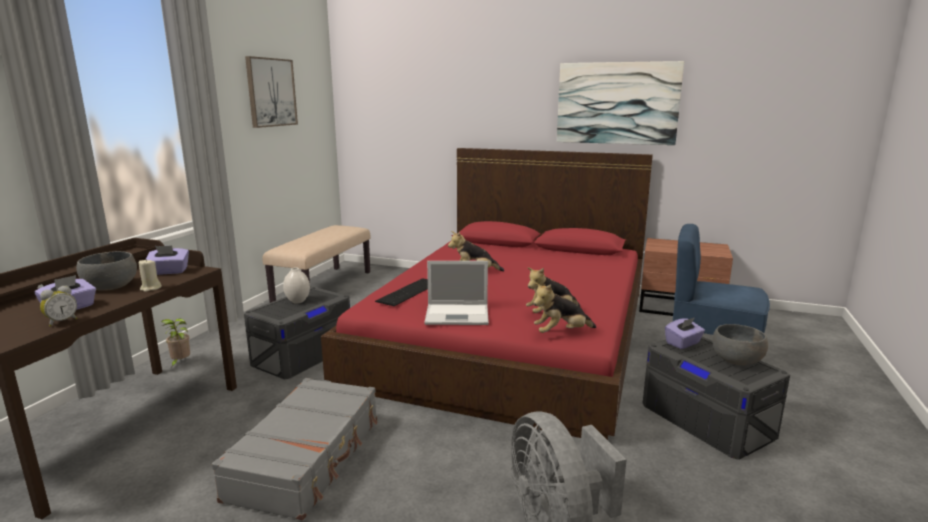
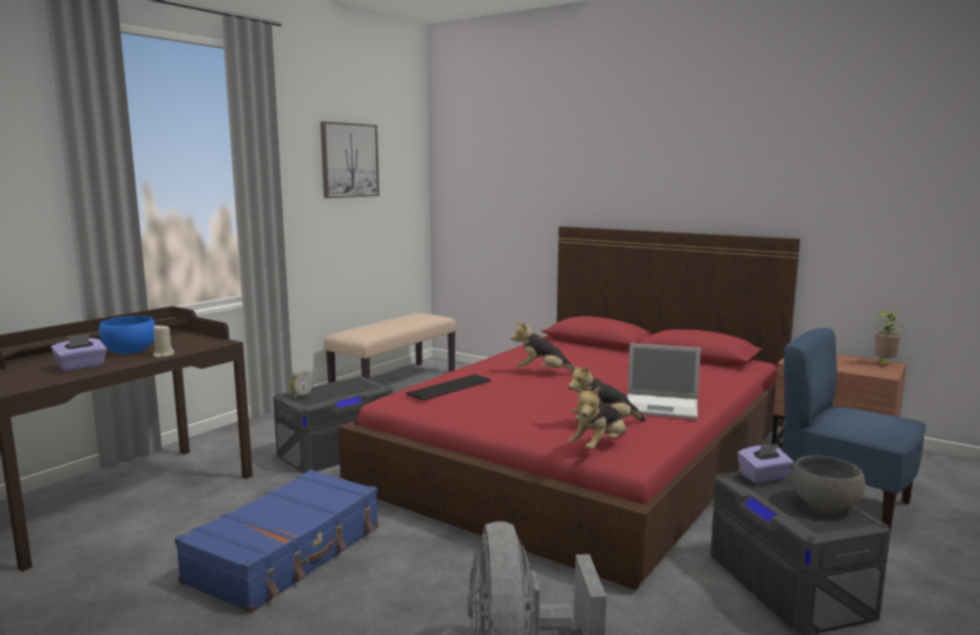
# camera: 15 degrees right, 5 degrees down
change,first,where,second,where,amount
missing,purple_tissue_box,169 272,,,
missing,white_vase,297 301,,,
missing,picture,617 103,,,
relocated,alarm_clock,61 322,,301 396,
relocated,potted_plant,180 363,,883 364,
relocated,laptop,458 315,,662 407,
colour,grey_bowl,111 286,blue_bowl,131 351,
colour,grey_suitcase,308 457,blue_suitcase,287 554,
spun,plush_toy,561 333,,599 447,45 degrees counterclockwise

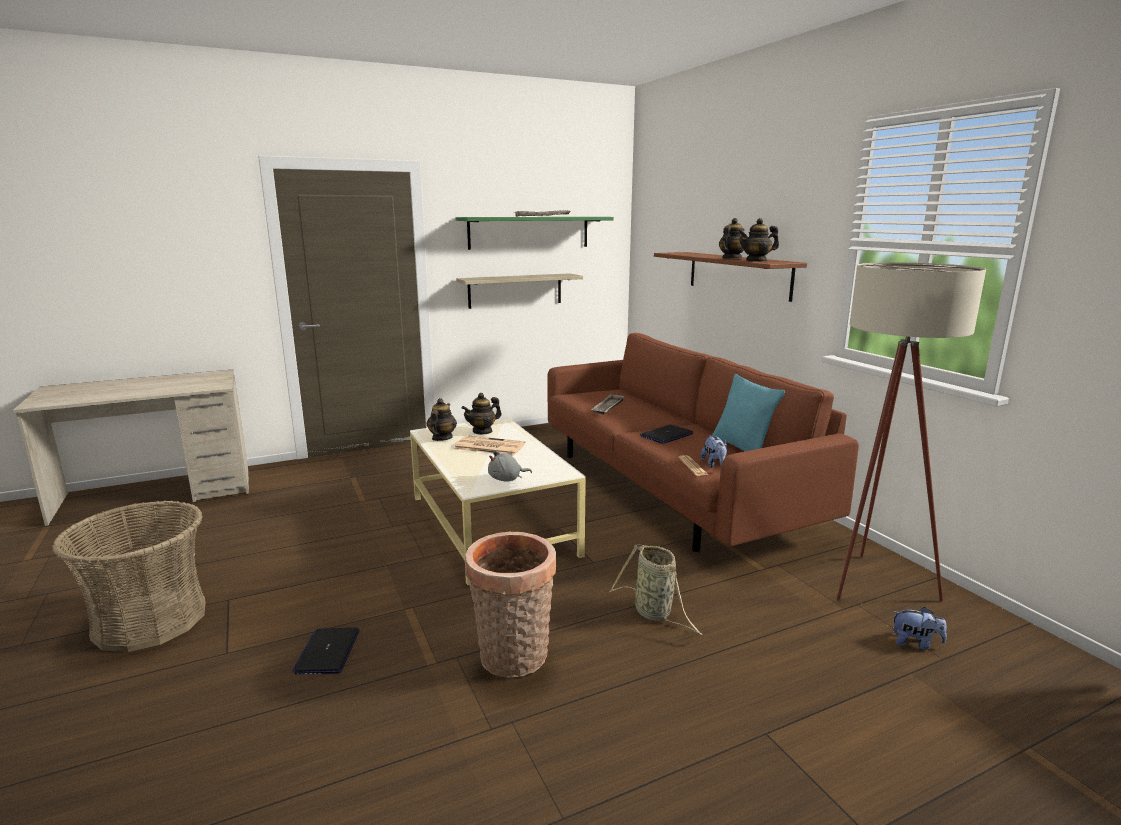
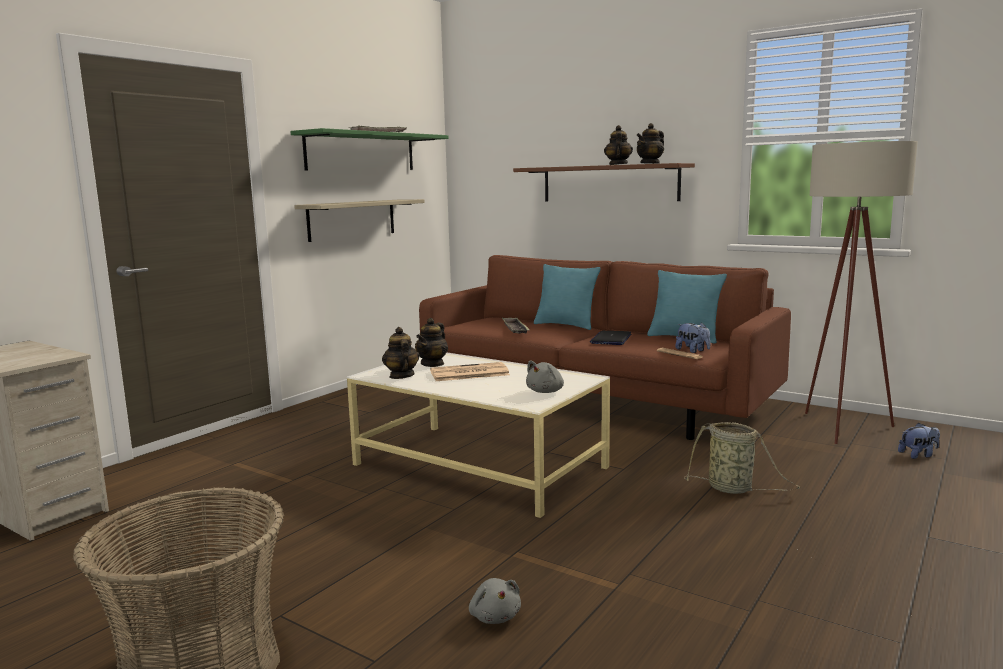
# camera: 30 degrees left, 5 degrees down
change,first,where,second,where,amount
missing,basket,513 659,,,
appeared,,,turquoise_pillow,565 325,
exchanged,laptop,327 652,grey_plush_toy,494 616,

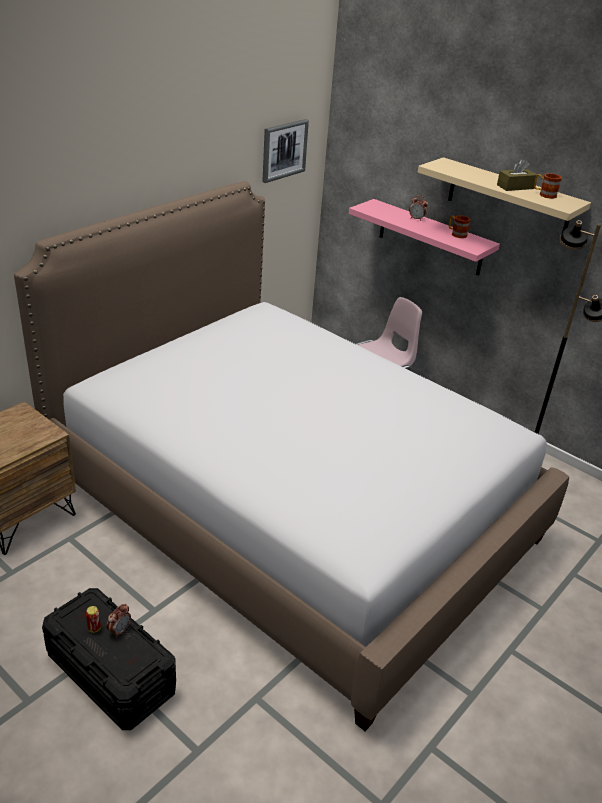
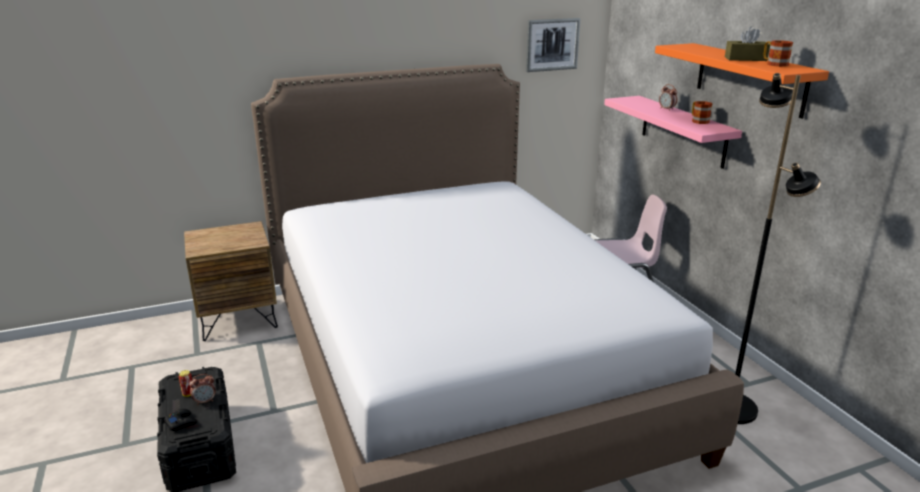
# camera: 30 degrees right, 10 degrees down
change,first,where,second,where,amount
appeared,,,black_game_controller,181 423,
colour,beige_shelf,508 198,orange_shelf,750 79,

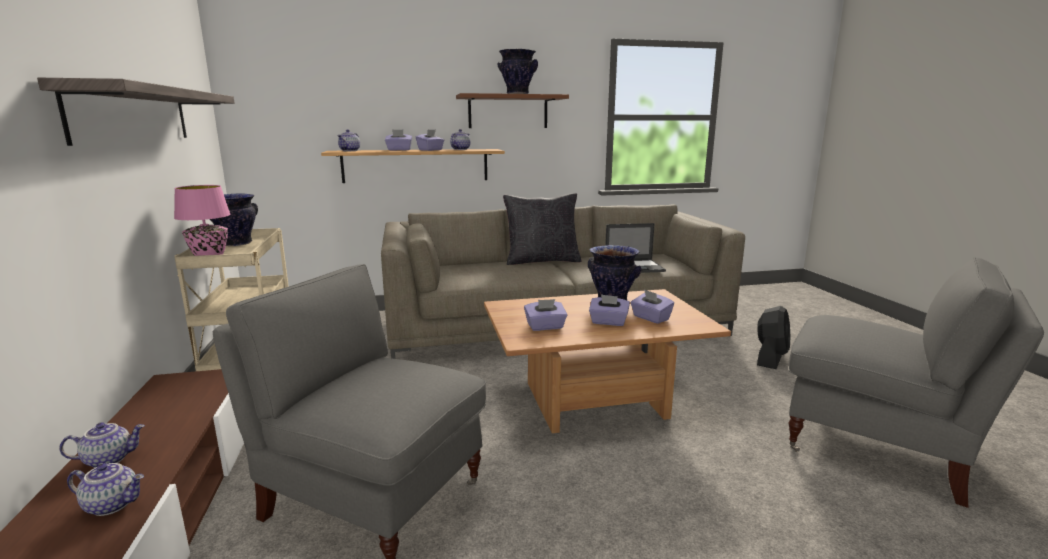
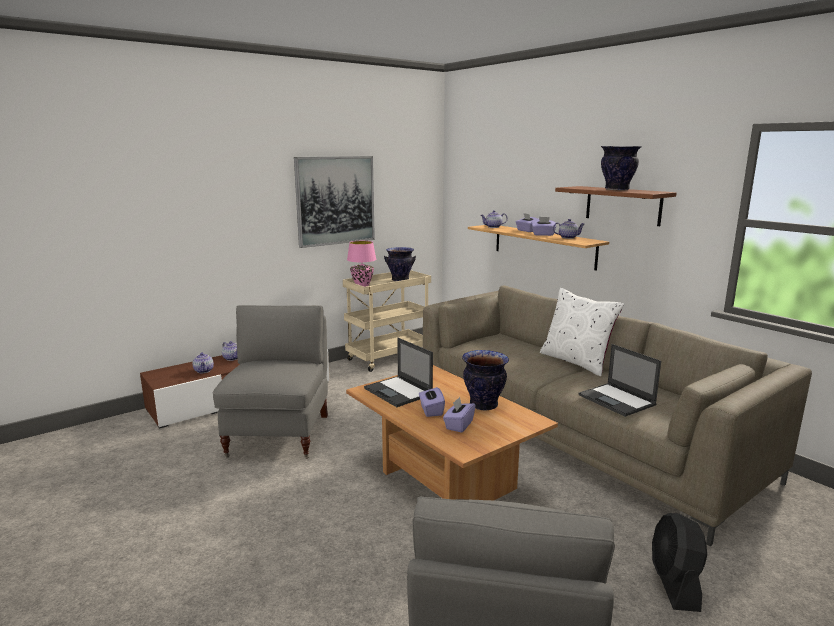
# camera: 65 degrees right, 0 degrees up
change,first,where,second,where,amount
exchanged,shelf,134 115,picture,335 200,
exchanged,purple_tissue_box,545 327,laptop,399 392,
colour,black_pillow,542 261,white_pillow,576 361,
spun,black_fan,770 358,,674 584,90 degrees clockwise

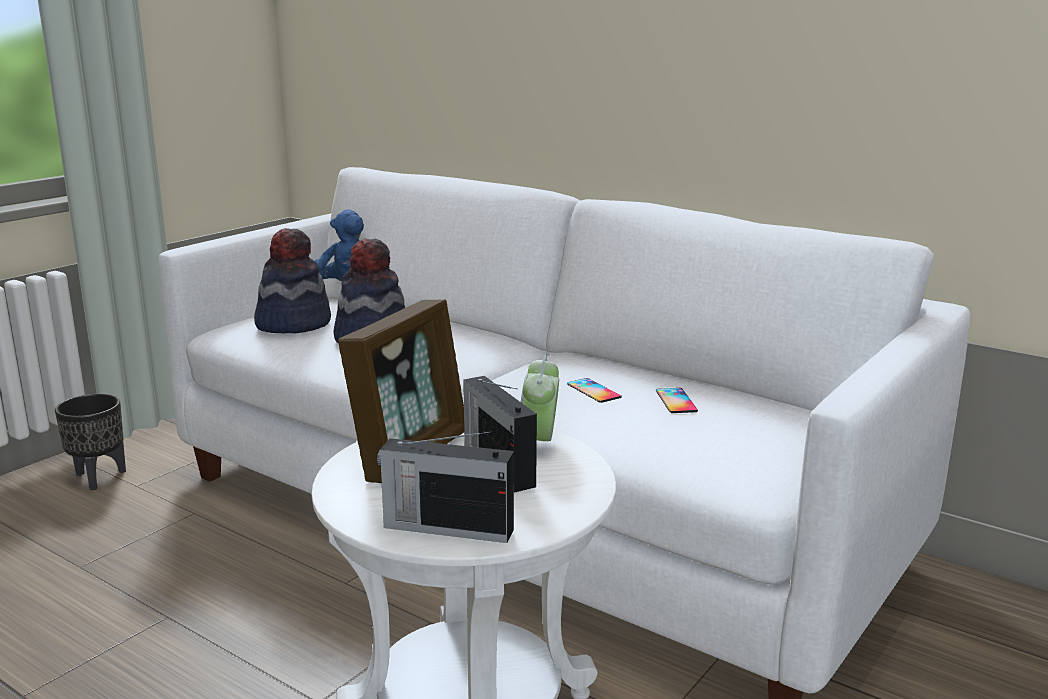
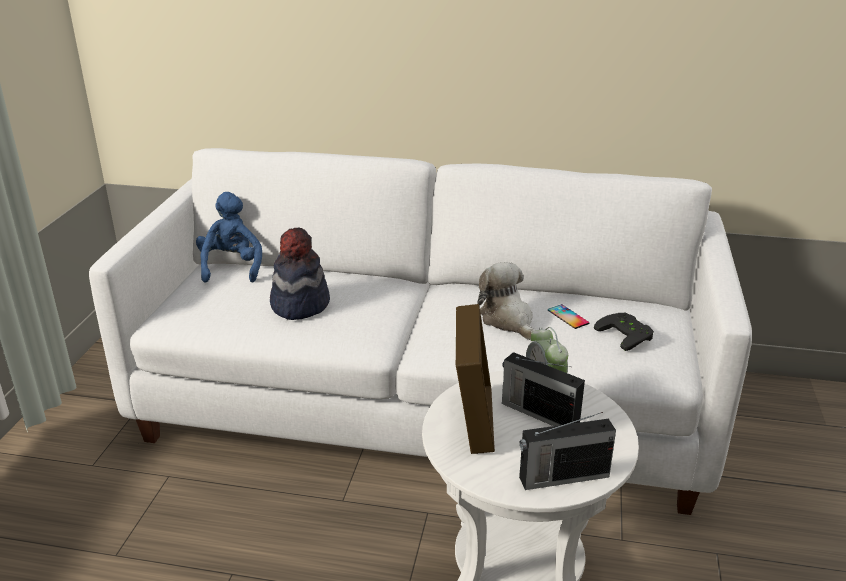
# camera: 25 degrees left, 10 degrees up
change,first,where,second,where,amount
missing,black_planter,98 478,,,
missing,hat,293 323,,,
appeared,,,black_game_controller,627 334,
exchanged,phone,593 391,plush_toy,508 320,

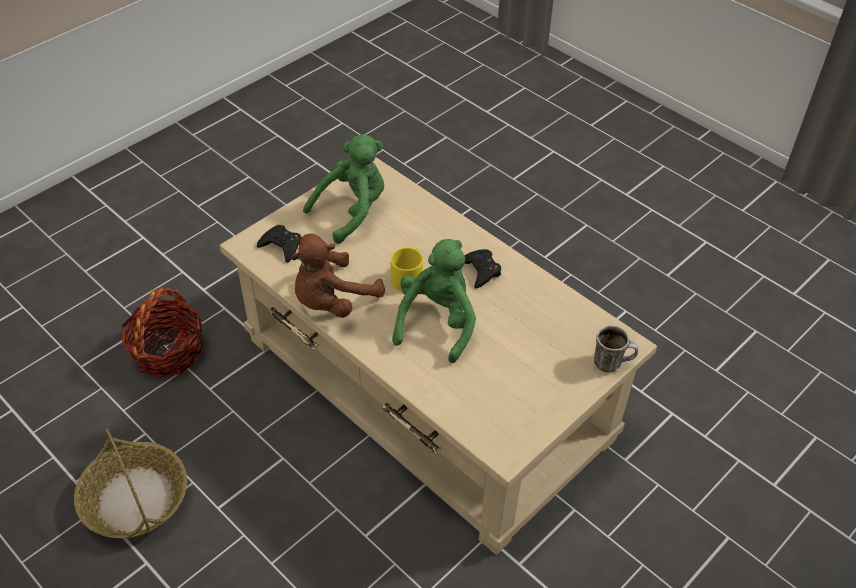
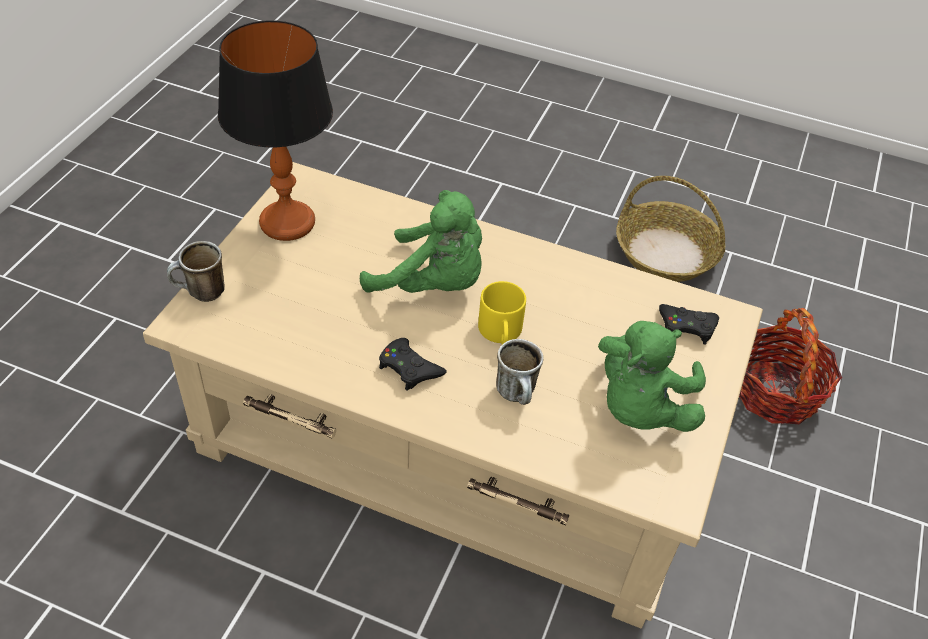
# camera: 155 degrees right, 0 degrees up
change,first,where,second,where,amount
missing,brown_plush_toy,332 301,,,
appeared,,,table_lamp,286 223,
appeared,,,mug,518 396,
spun,green_plush_toy,437 323,,432 284,60 degrees counterclockwise

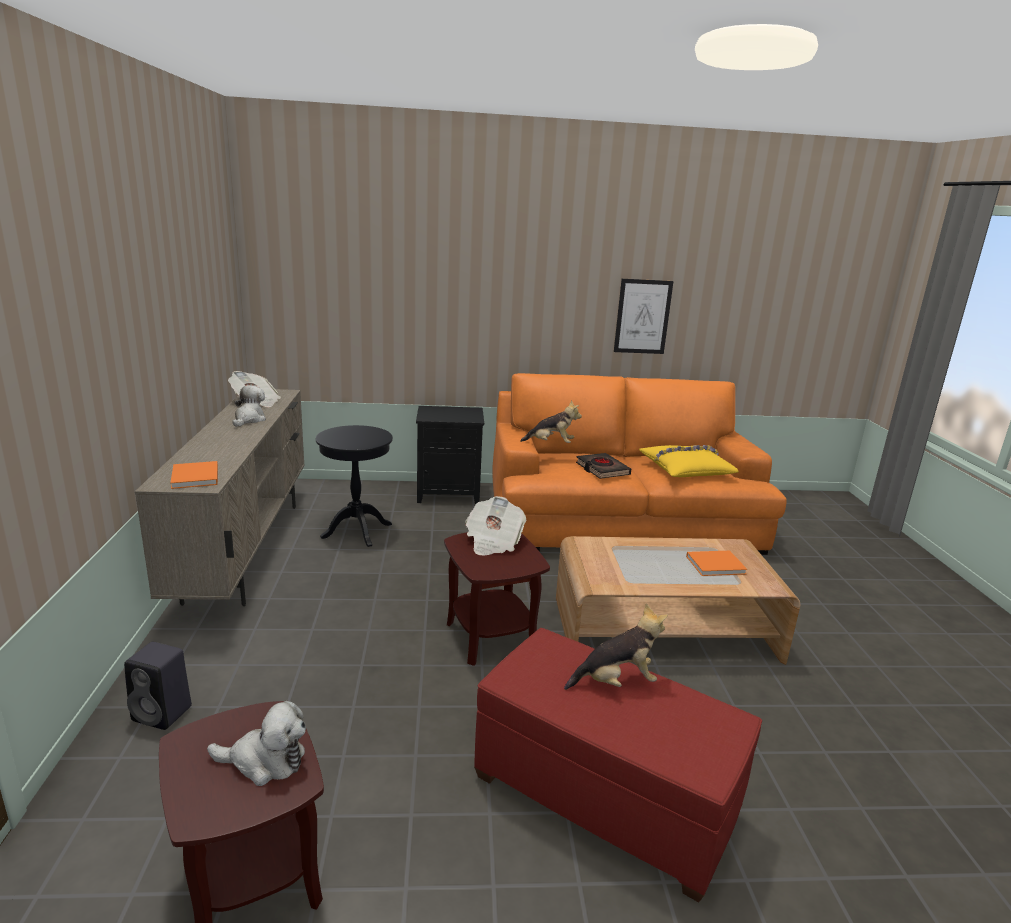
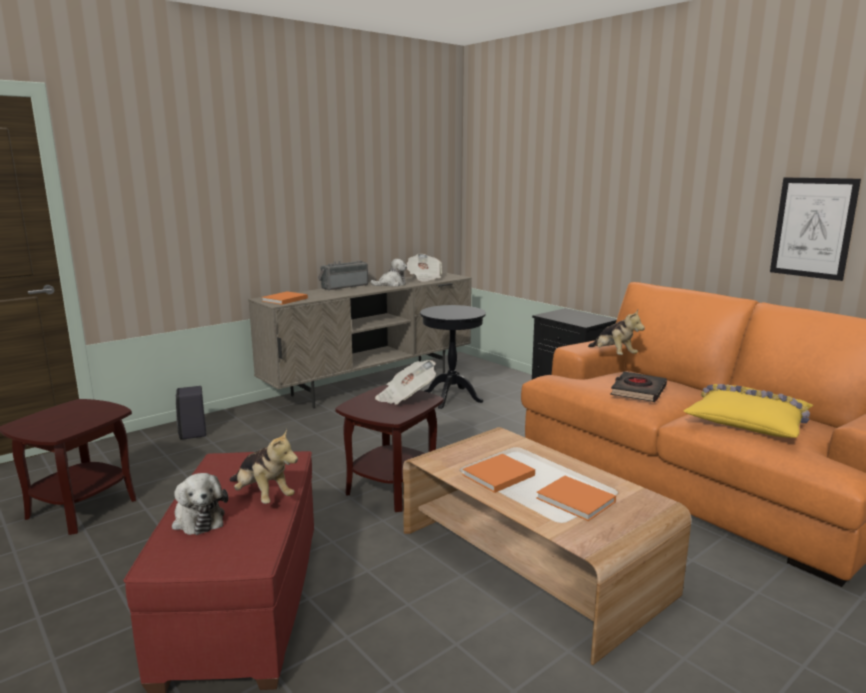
# camera: 55 degrees right, 5 degrees down
change,first,where,second,where,amount
appeared,,,radio,343 286,
appeared,,,orange_book,497 476,
relocated,plush_toy,265 761,,198 519,

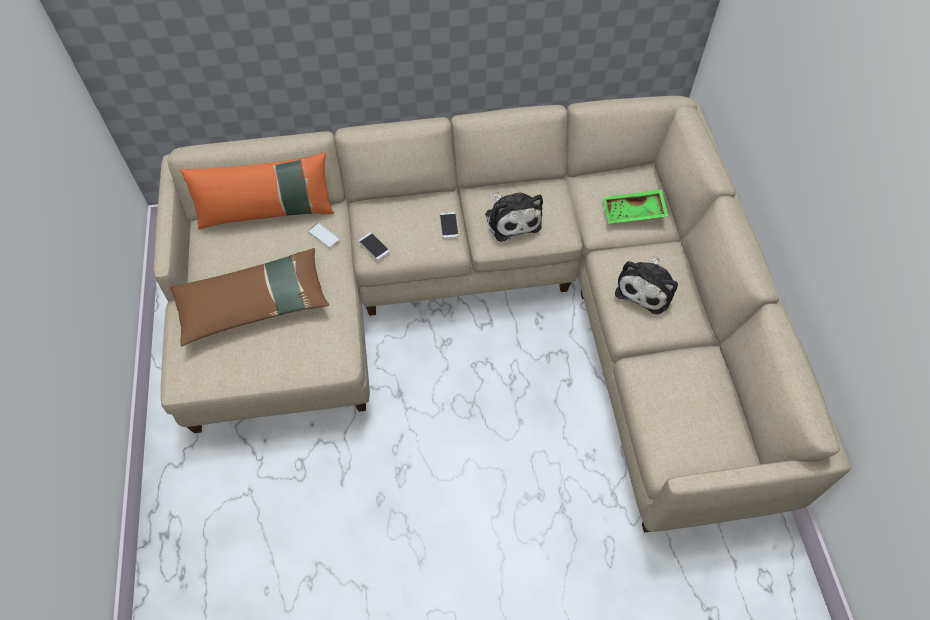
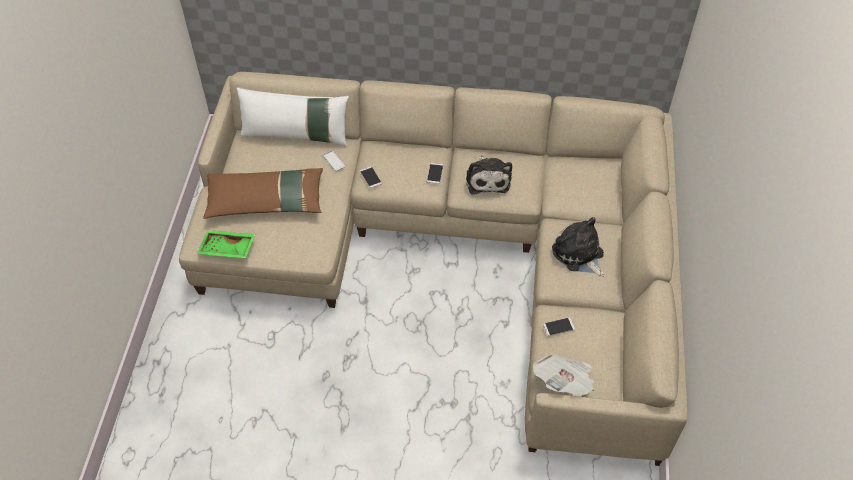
# camera: 15 degrees right, 5 degrees down
change,first,where,second,where,amount
appeared,,,newspaper,564 382,
appeared,,,phone,558 327,
relocated,green_tray,633 213,,227 249,
colour,orange_pillow,267 212,white_pillow,296 135,
spun,plush_toy,646 288,,579 254,105 degrees clockwise

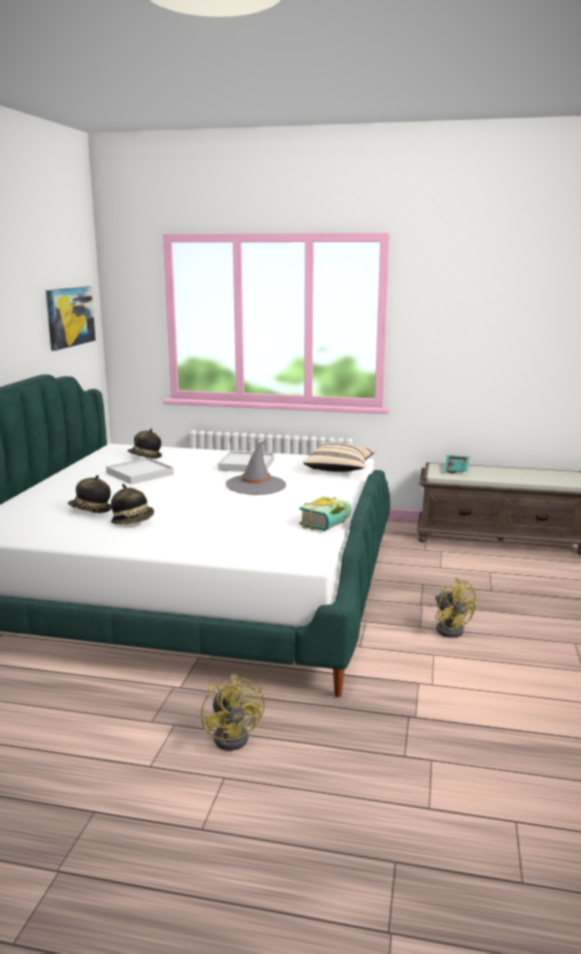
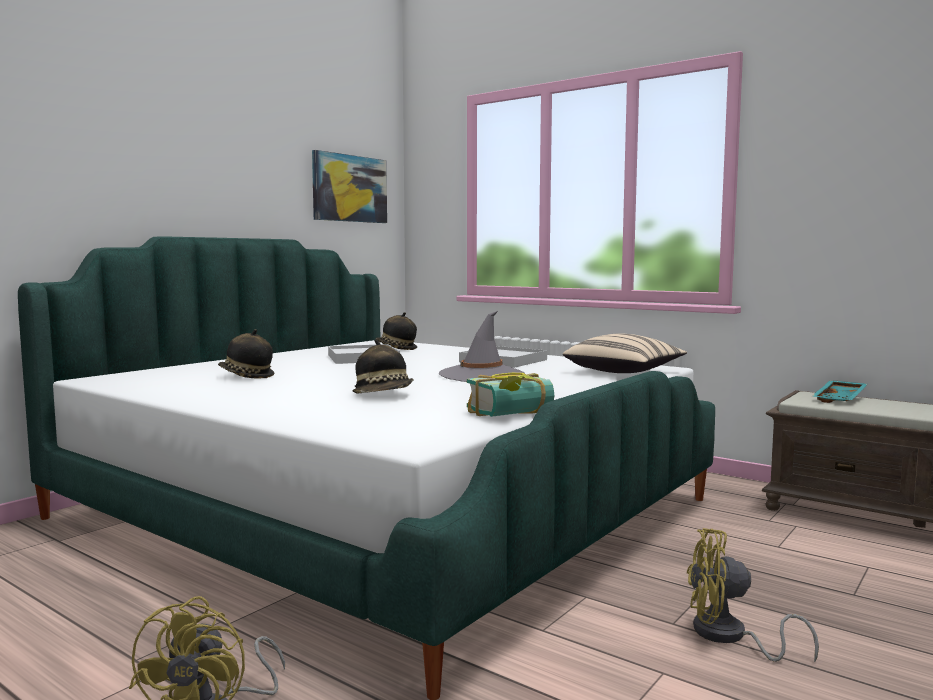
# camera: 25 degrees right, 10 degrees down
change,first,where,second,where,amount
relocated,hat,133 521,,384 395,
spun,yellow_fan,450 628,,729 637,105 degrees clockwise

